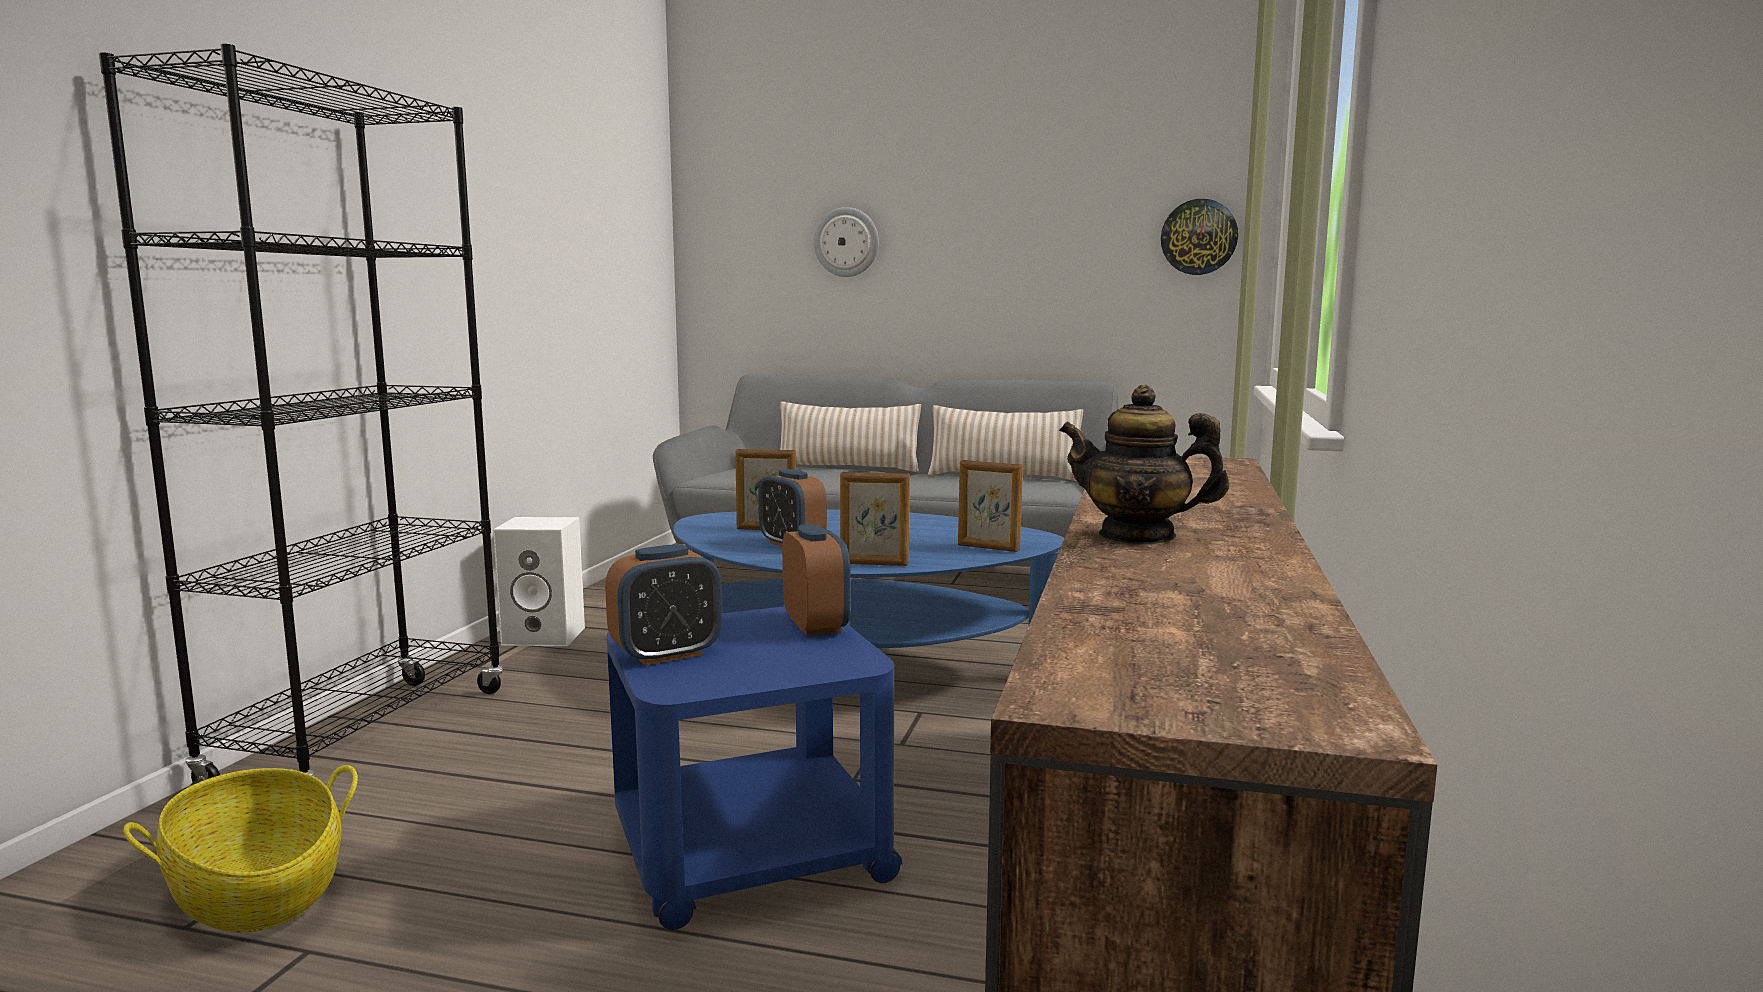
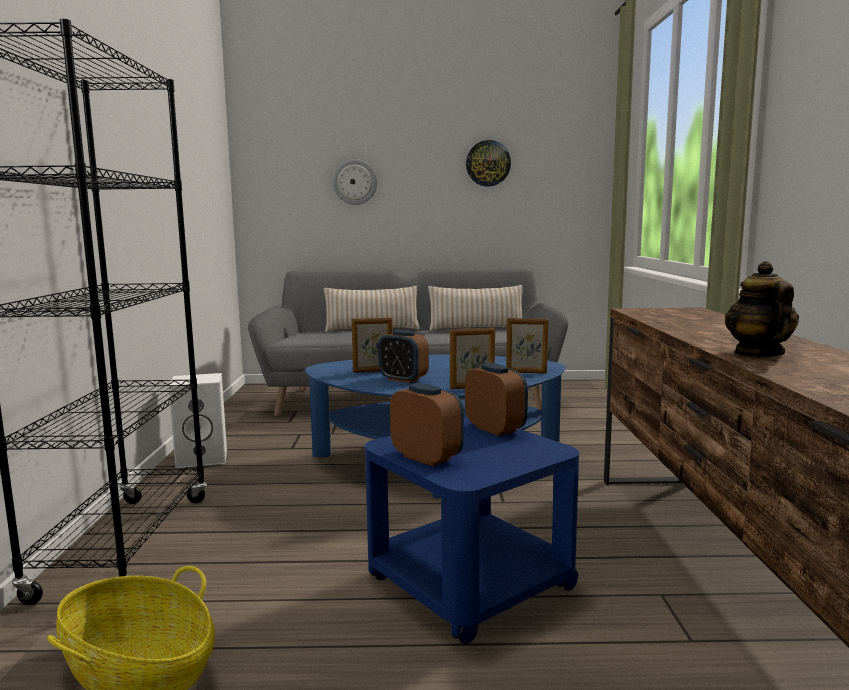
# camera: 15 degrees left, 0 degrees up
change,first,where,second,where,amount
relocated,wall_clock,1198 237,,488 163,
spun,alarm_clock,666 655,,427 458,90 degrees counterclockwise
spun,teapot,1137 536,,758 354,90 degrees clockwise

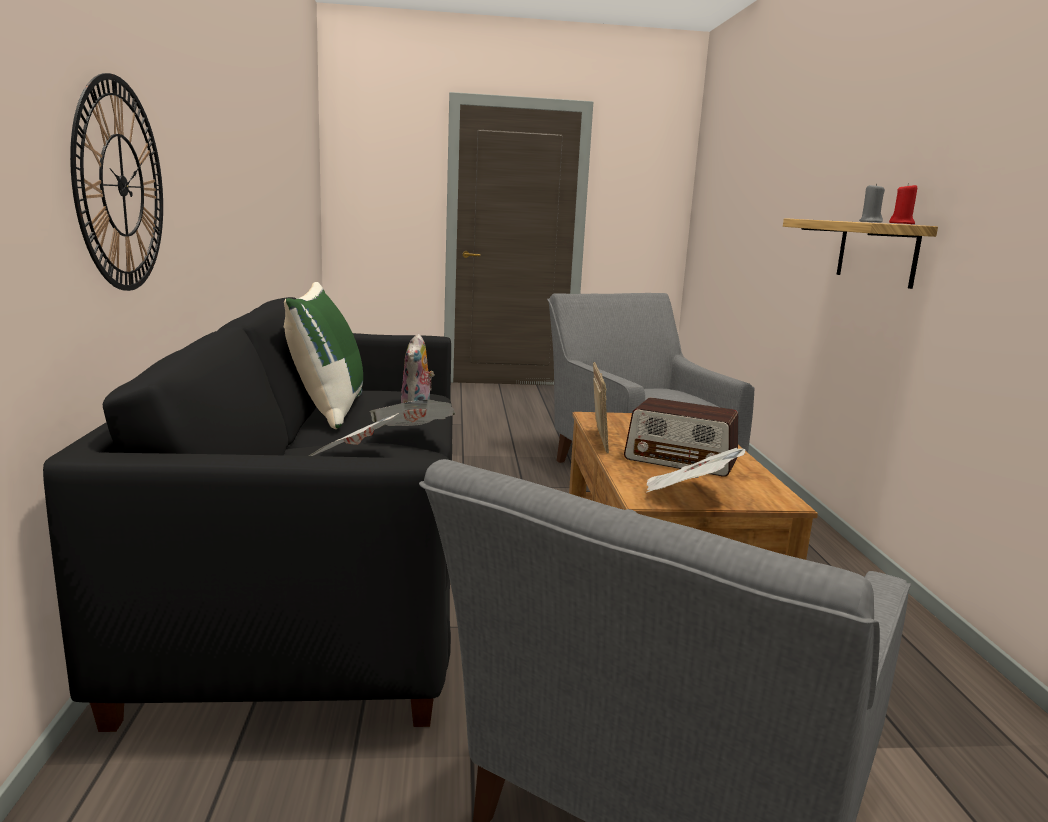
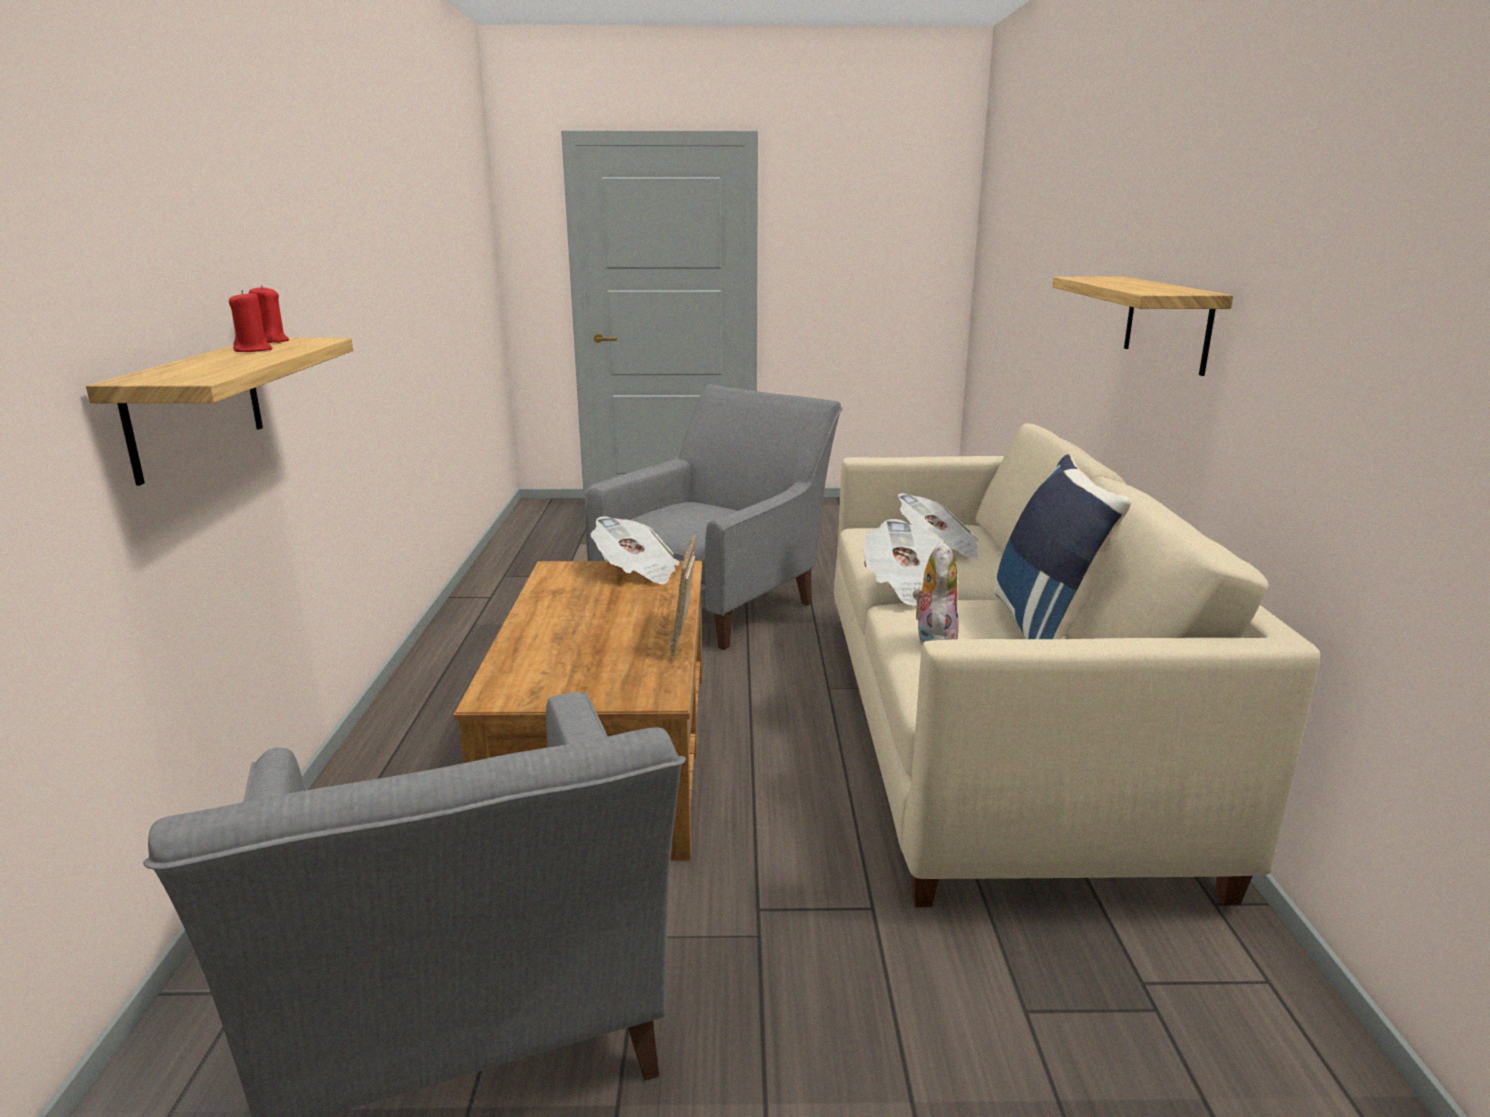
# camera: 175 degrees left, 5 degrees up
change,first,where,second,where,amount
missing,radio,681 460,,,
exchanged,wall_clock,121 186,shelf,1167 323,
colour,black_sofa,322 575,beige_sofa,993 735,
colour,green_pillow,327 410,blue_pillow,1046 629,
colour,grey_candle,870 222,red_candle,253 350,

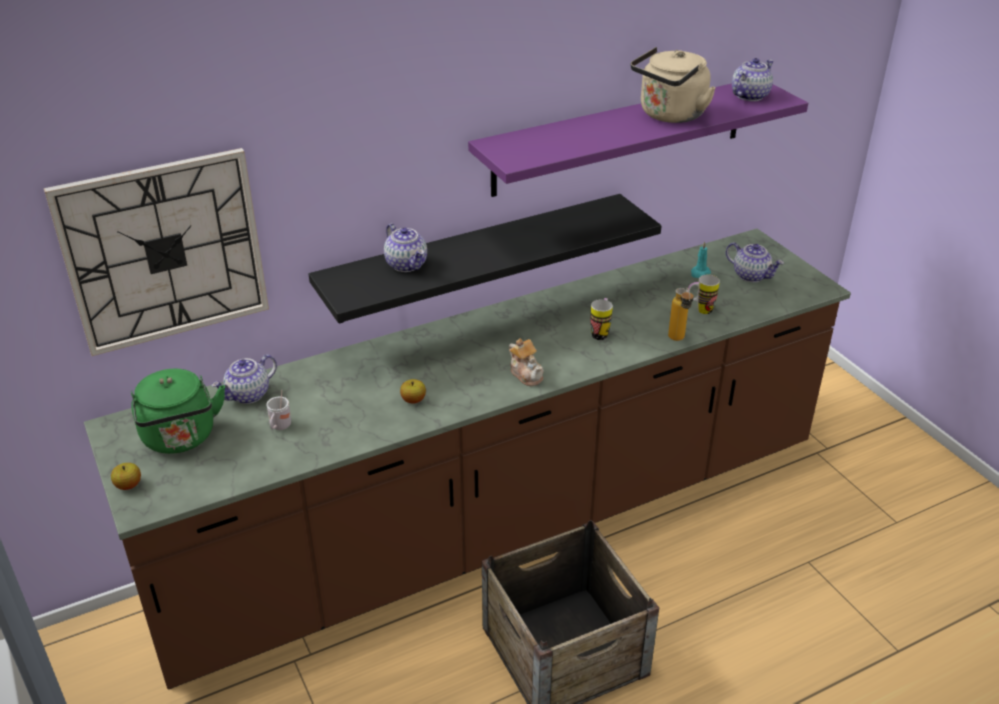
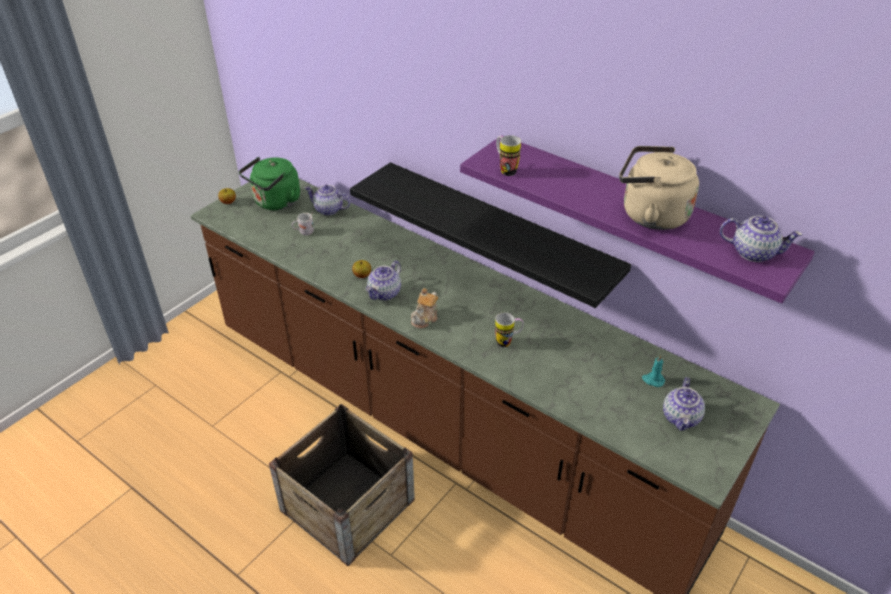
# camera: 65 degrees right, 5 degrees up
change,first,where,second,where,amount
missing,wall_clock,164 251,,,
missing,bottle,678 340,,,
relocated,teapot,407 264,,384 293,
relocated,mug,699 310,,505 169,

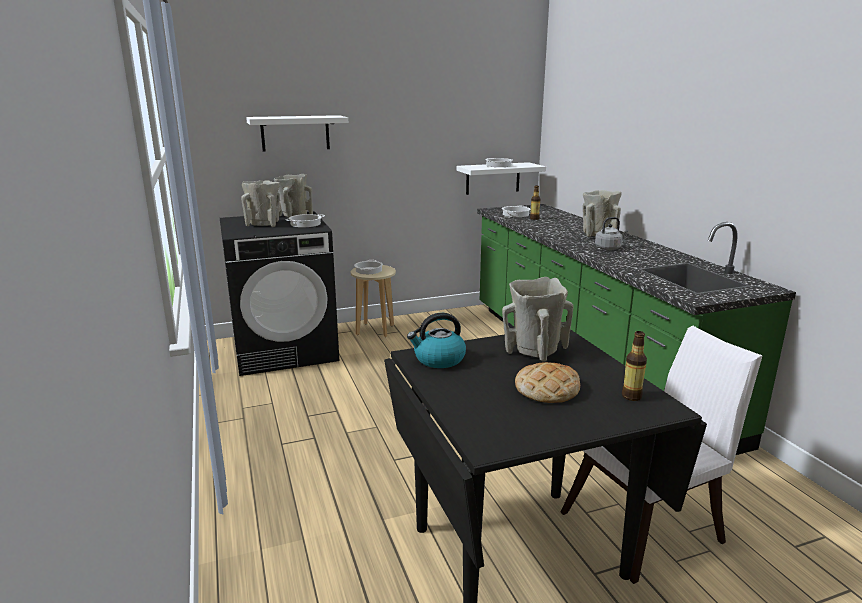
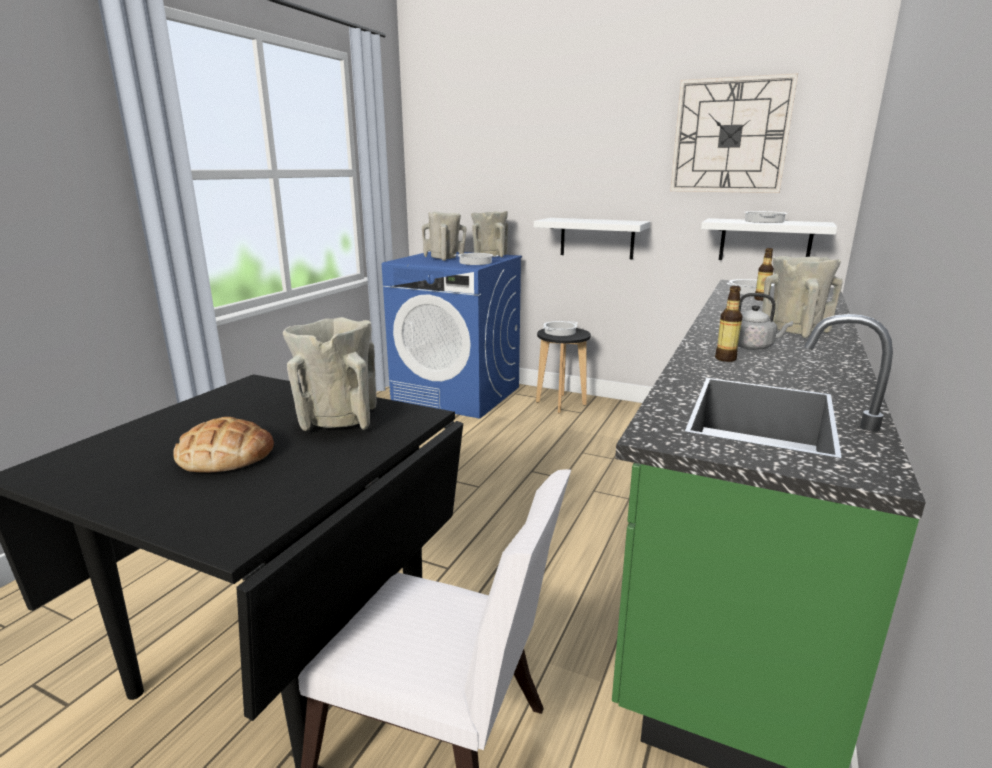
# camera: 45 degrees right, 0 degrees up
change,first,where,second,where,amount
missing,kettle,438 359,,,
appeared,,,wall_clock,730 136,
relocated,white_shelf,295 133,,597 238,
relocated,bottle,631 396,,725 359,
colour,black_washing_machine,285 350,blue_washing_machine,457 394,
colour,beige_stool,375 330,black_stool,561 403,

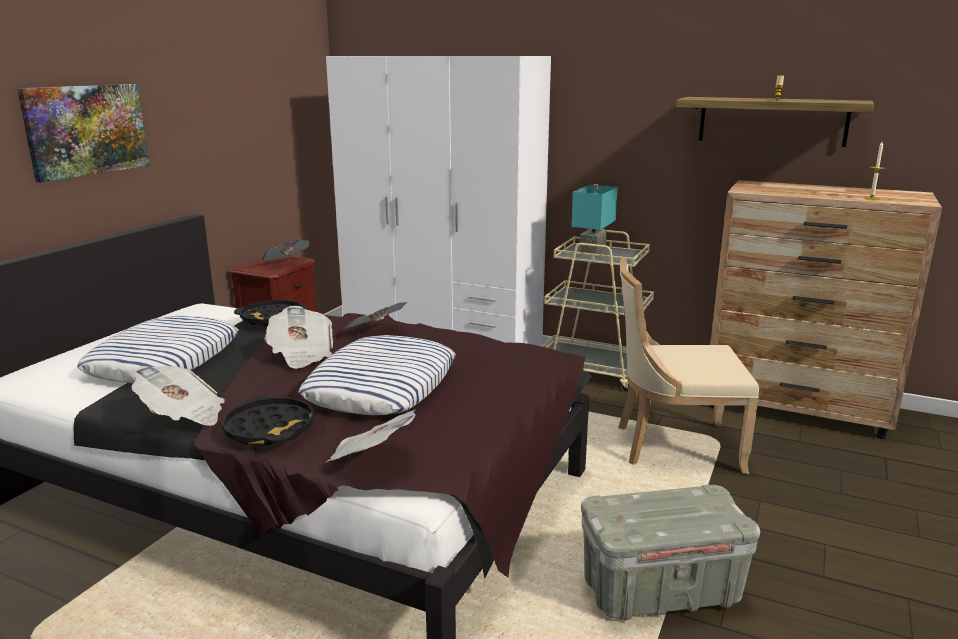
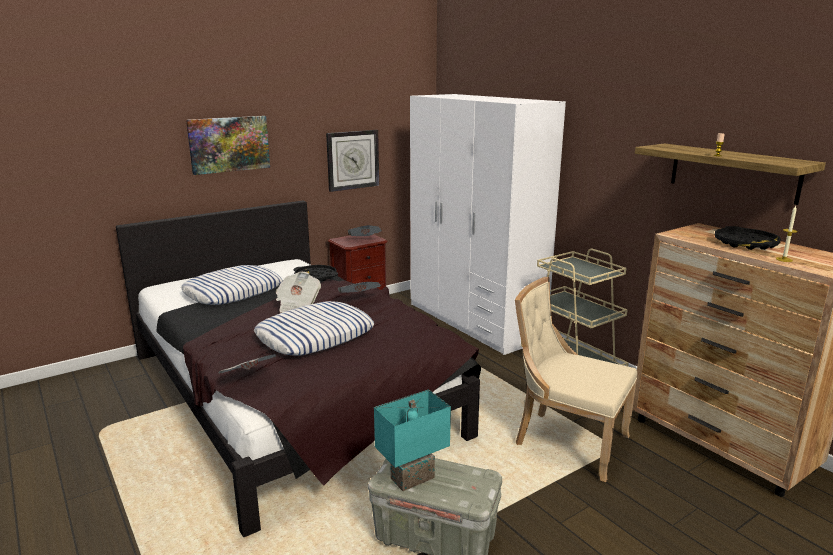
# camera: 30 degrees right, 0 degrees up
change,first,where,second,where,amount
missing,newspaper,183 415,,,
appeared,,,wall_clock,352 160,
relocated,black_tray,270 429,,745 243,
relocated,turquoise_table_lamp,593 251,,413 479,

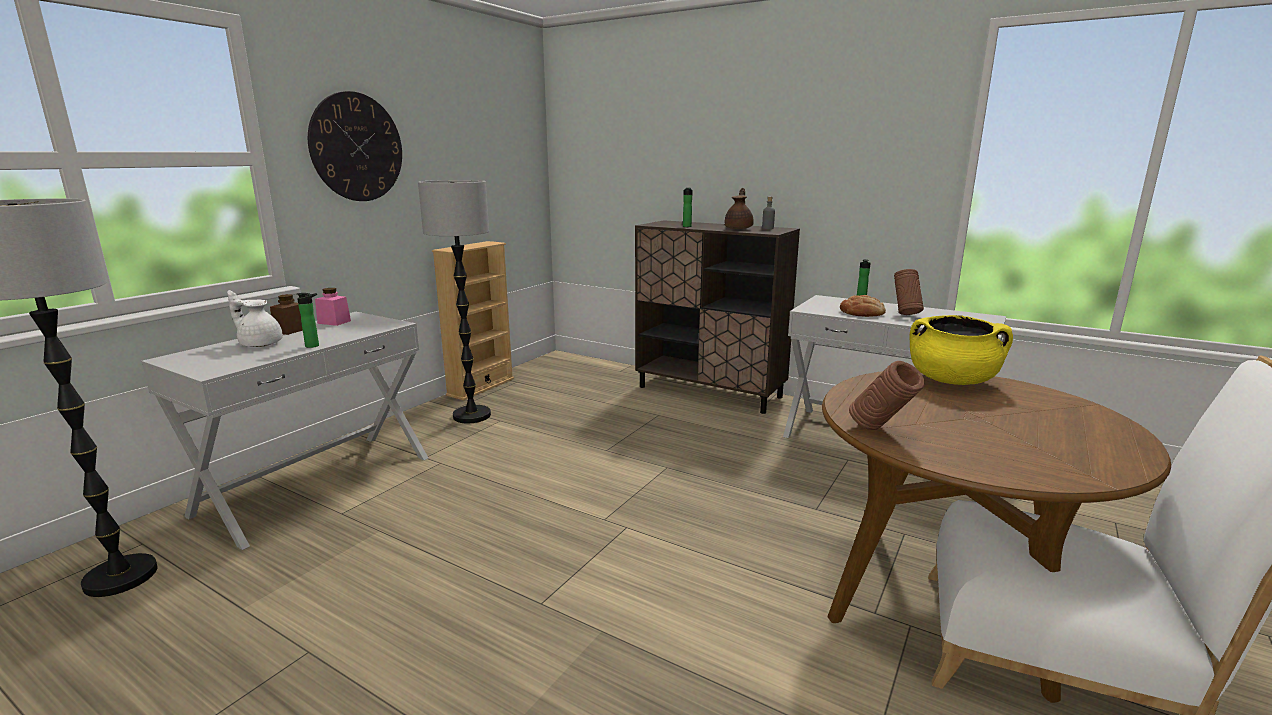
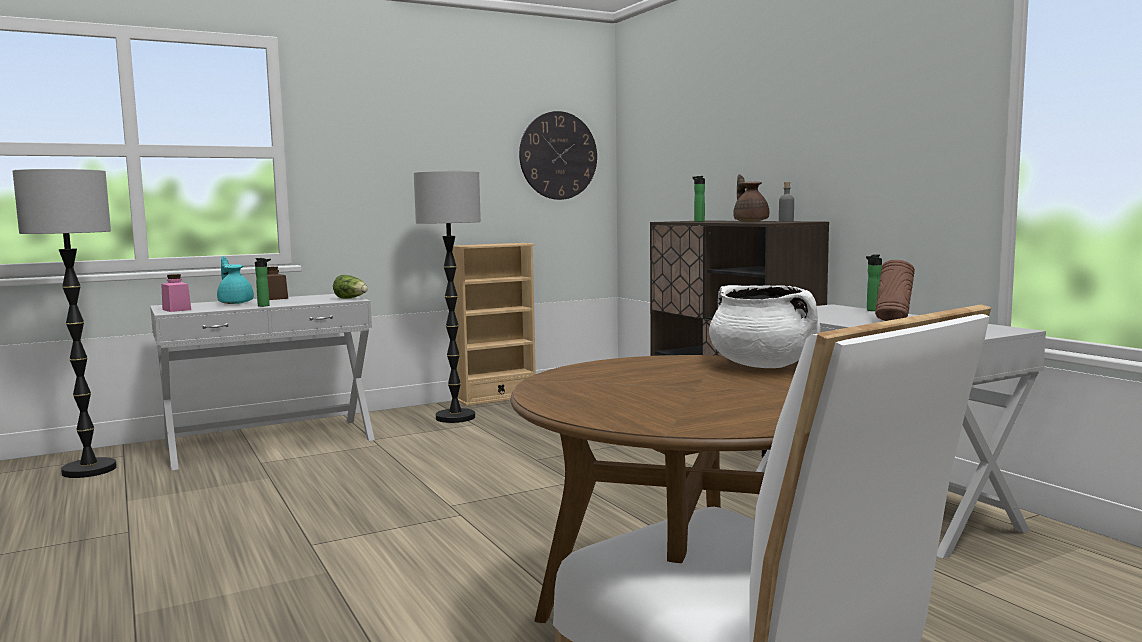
# camera: 30 degrees right, 10 degrees down
change,first,where,second,where,amount
missing,bread,862 312,,,
missing,brown_vase,881 431,,,
appeared,,,lettuce,352 299,
relocated,wall_clock,357 147,,558 155,
relocated,pink_jar,334 322,,176 310,
colour,white_teapot,260 344,turquoise_teapot,235 303,
colour,yellow_cooking_pot,952 381,white_cooking_pot,764 366,
spun,brown_teapot,739 228,,750 221,60 degrees counterclockwise

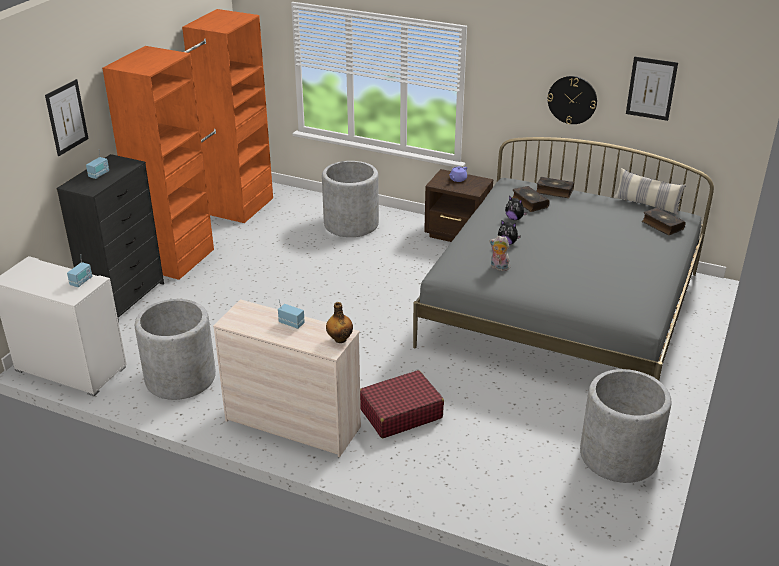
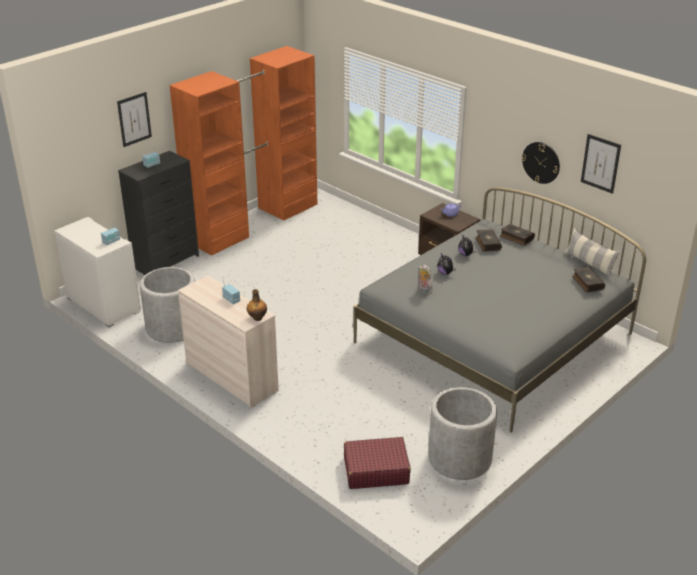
# camera: 20 degrees right, 0 degrees up
change,first,where,second,where,amount
missing,grey_planter,351 224,,,
relocated,red_suitcase,400 413,,375 470,

